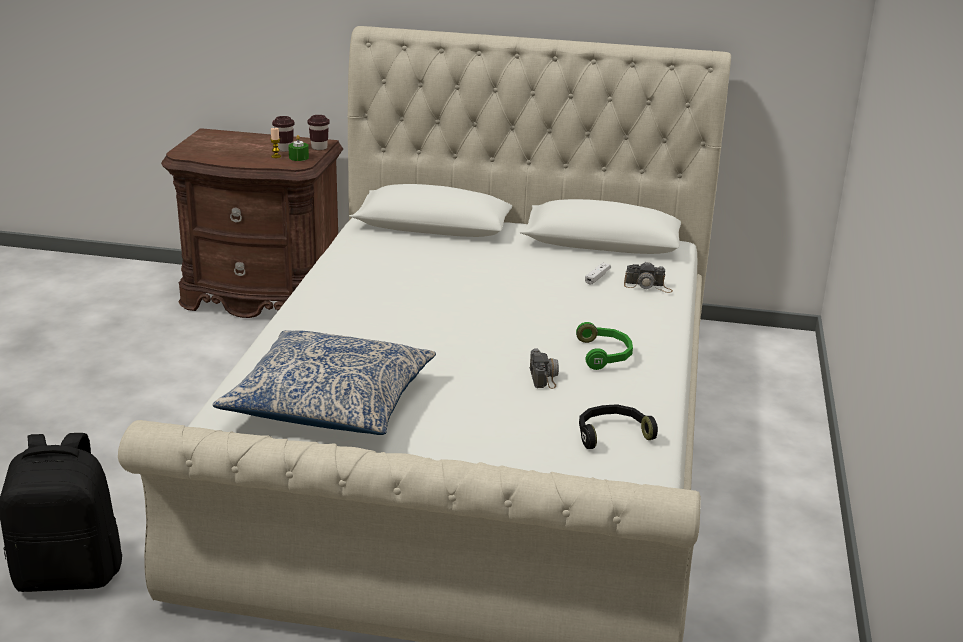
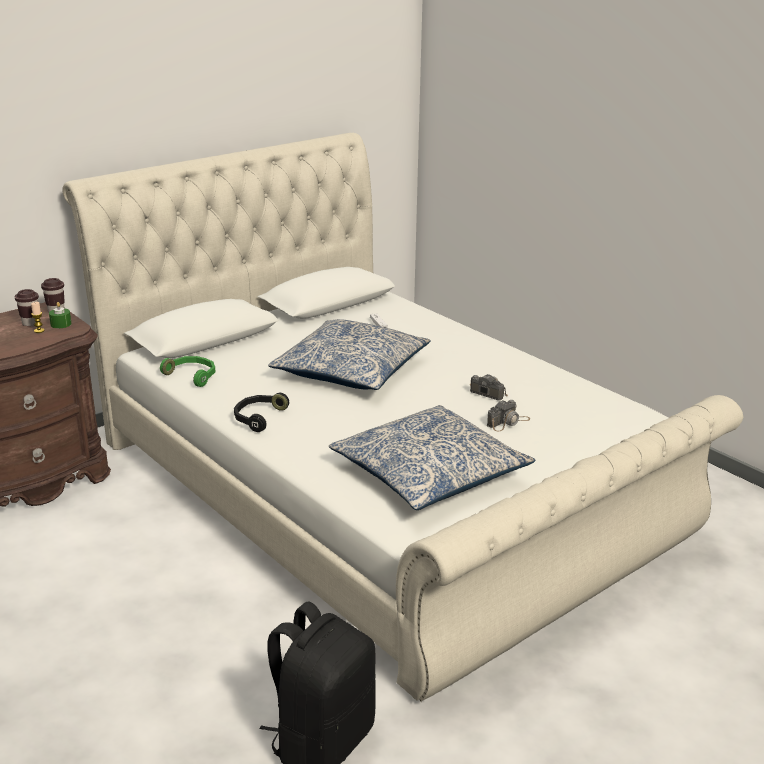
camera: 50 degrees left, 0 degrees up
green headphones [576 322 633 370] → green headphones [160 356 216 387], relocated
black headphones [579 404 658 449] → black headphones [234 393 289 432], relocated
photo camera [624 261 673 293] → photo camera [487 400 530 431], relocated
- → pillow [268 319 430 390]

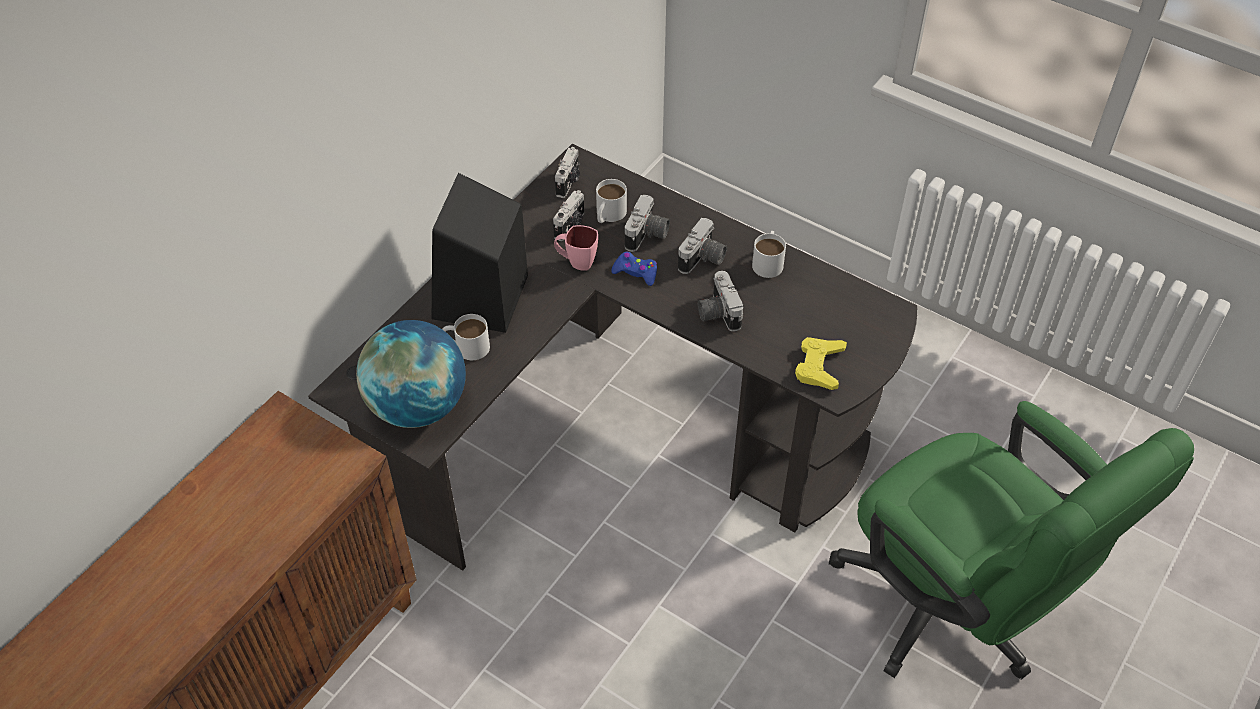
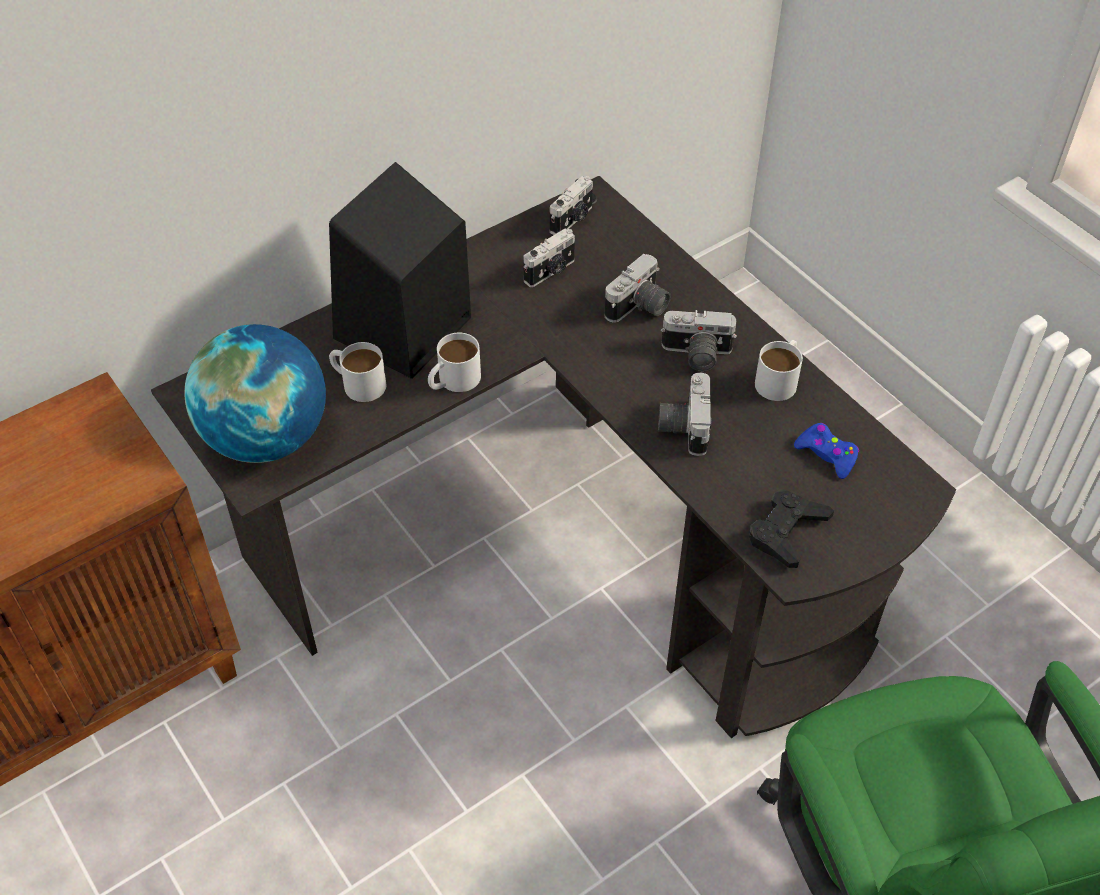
camera: 20 degrees right, 0 degrees up
pink mug [554 225 598 271] → -
white mug [596 179 627 223] → white mug [428 333 481 392], relocated
blue game controller [611 251 657 286] → blue game controller [794 423 859 479], relocated
photo camera [678 218 727 274] → photo camera [661 310 737 371], 45 degrees clockwise
yellow game controller [795 337 847 390] → black game controller [749 489 834 568]

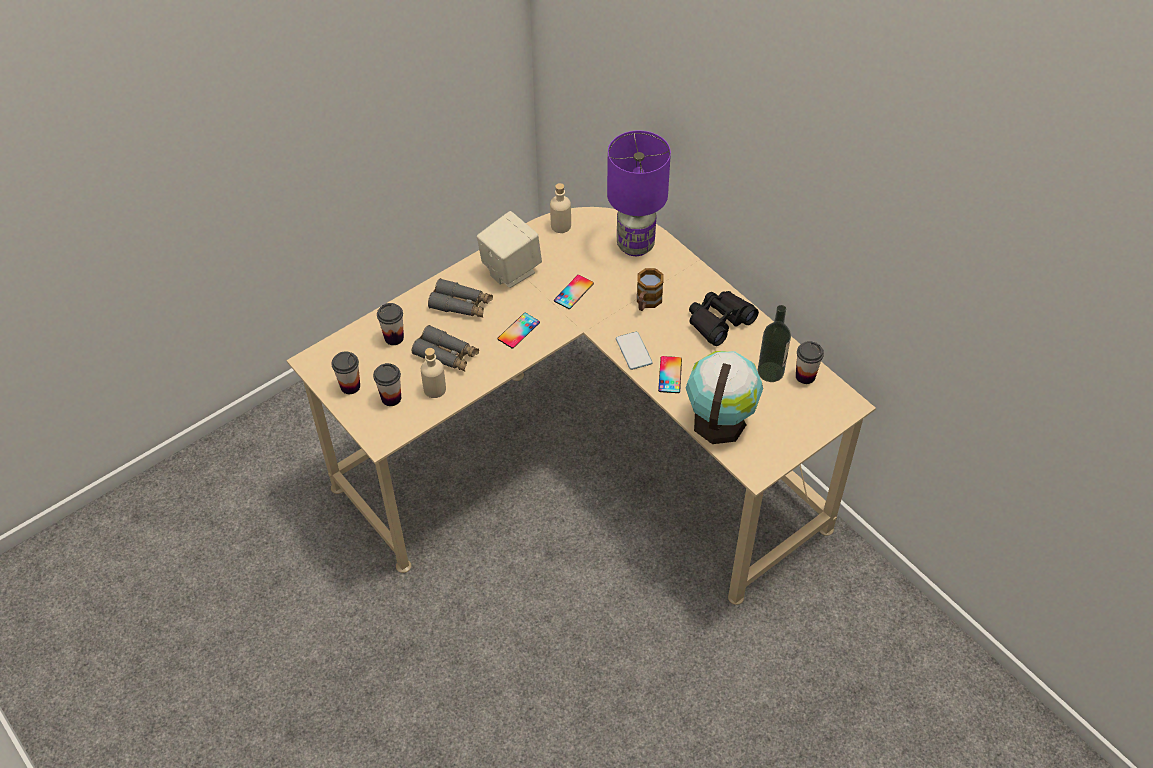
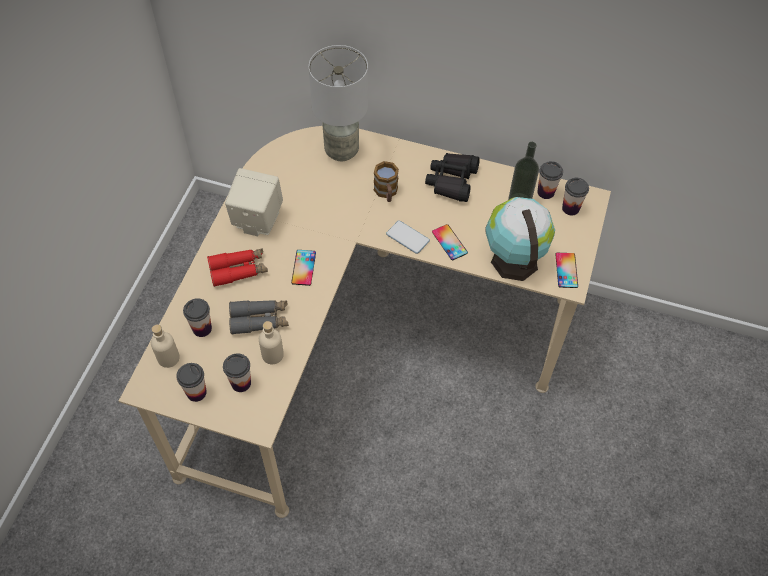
camera: 35 degrees left, 5 degrees up
grey binoculars [428 278 493 318] → red binoculars [207 248 268 287]
beige bottle [550 183 571 233] → beige bottle [151 324 180 368], relocated
phone [554 275 594 309] → phone [555 253 578 288], relocated
purple table lamp [607 130 671 256] → grey table lamp [309 45 368 161]
- → cup [562 178 589 215]

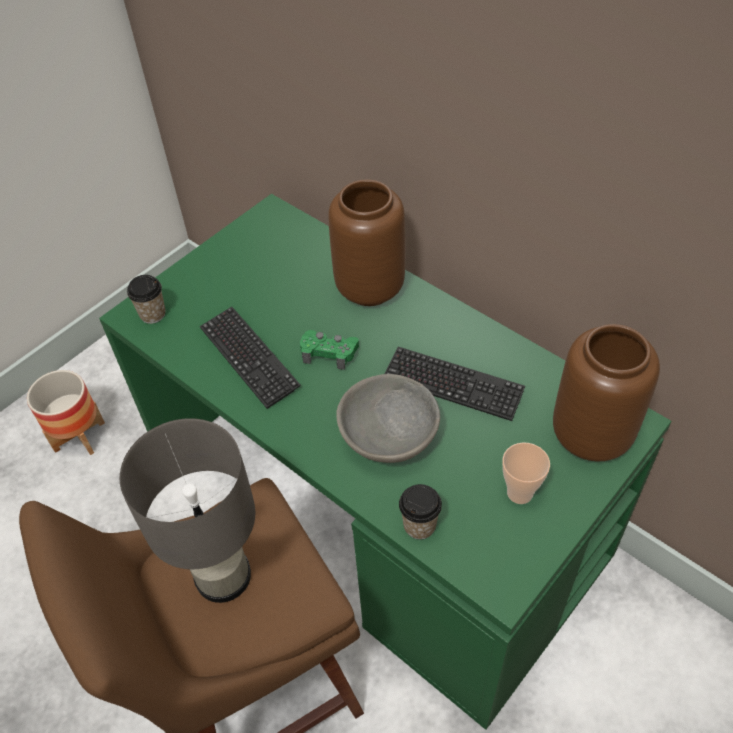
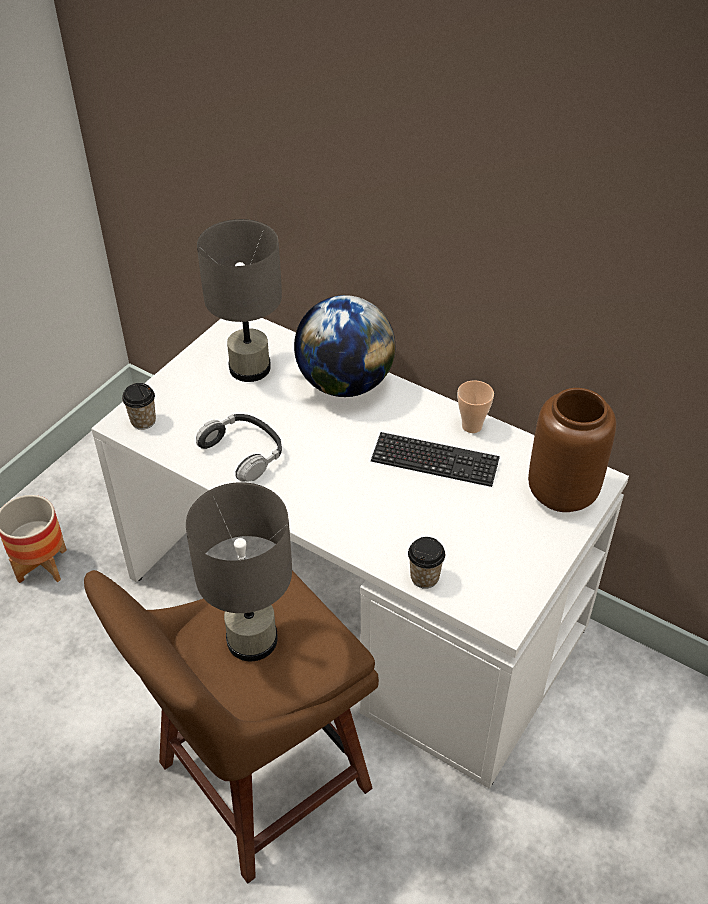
camera: 10 degrees left, 5 degrees down
green desk [99 194 671 730] → white desk [91 318 629 788]
keyboard [200 307 301 409] → headphones [196 414 282 482]
green game controller [300 330 359 370] → -
brown vase [329 180 405 306] → globe [294 295 395 397]
grey bowl [336 374 440 463] → -
cup [502 442 550 504] → cup [457 380 494 433], relocated
- → grey table lamp [197 219 282 382]

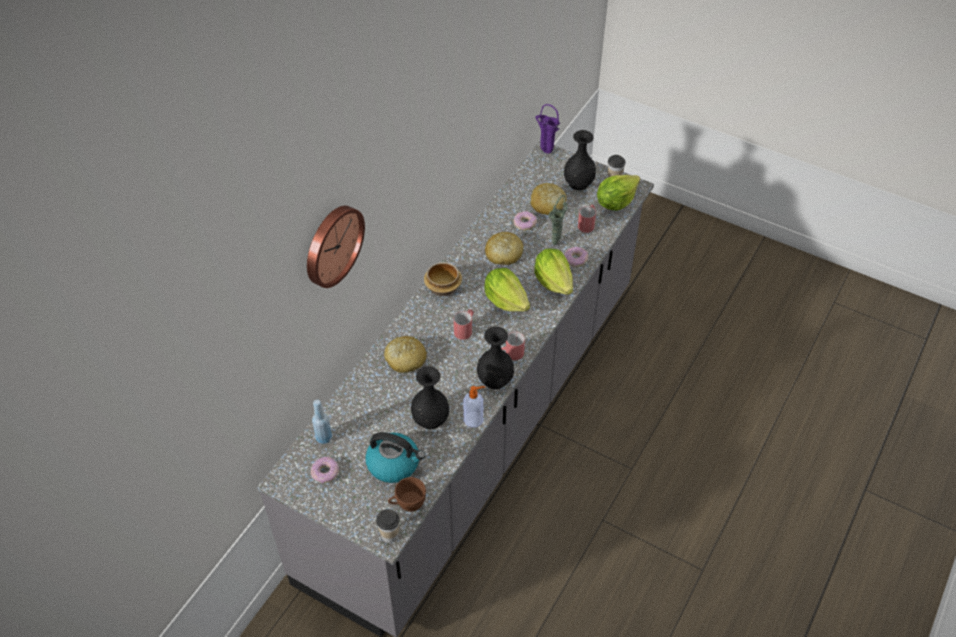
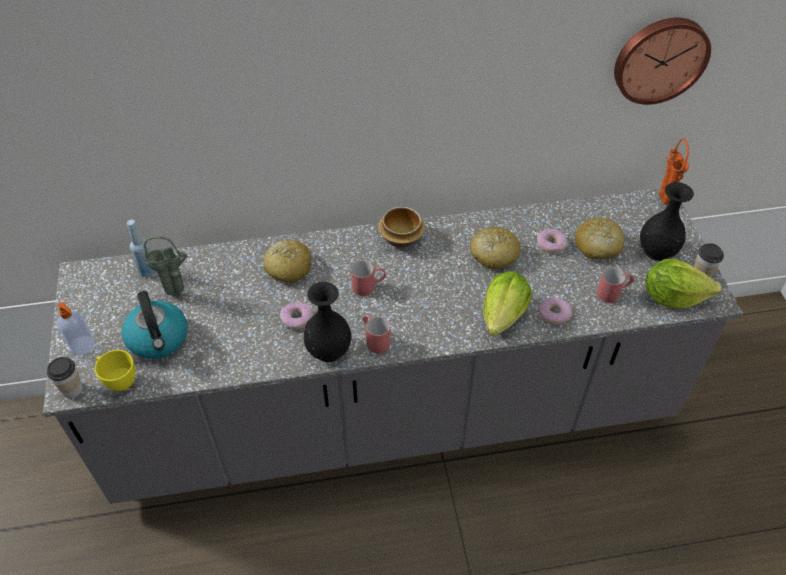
camera: 50 degrees right, 0 degrees up
wall clock [307 206 365 288] → wall clock [614 18 711 105], relocated
donut [311 457 339 483] → donut [280 301 313 330], relocated
brown cup [388 477 426 512] → yellow cup [95 350 136 391]
black vase [411 366 449 429] → -
soap dispenser [464 386 485 428] → soap dispenser [57 302 94 355], relocated
lettuce [484 268 530 312] → -
purple vase [535 104 560 154] → orange vase [659 138 689 204]
green vase [549 195 567 245] → green vase [143 236 187 296], relocated

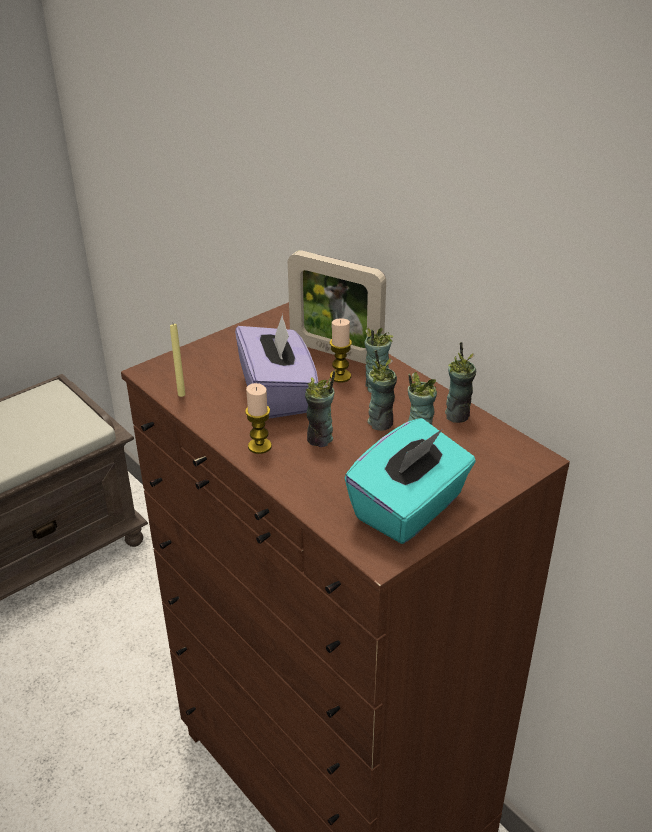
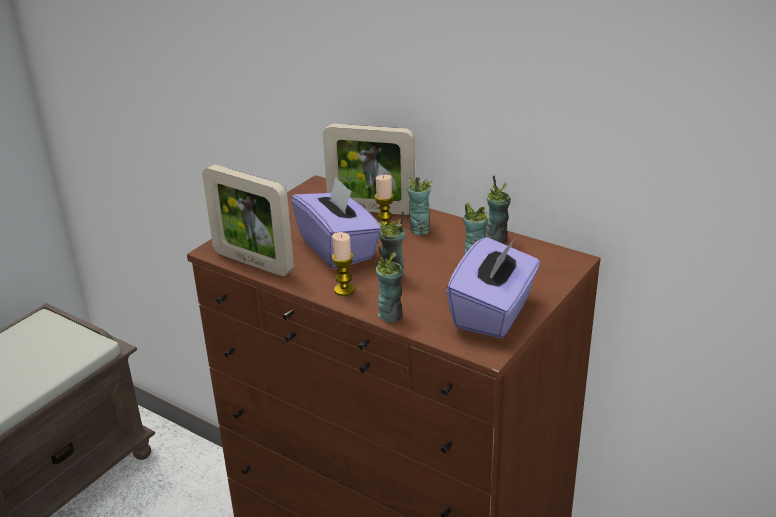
camera: 15 degrees left, 5 degrees down
yellow candle [170 324 185 397] → picture frame [202 164 294 276]
turquoise tissue box [345 418 476 544] → purple tissue box [446 237 540 339]
cup [367 350 397 431] → cup [376 246 403 323], relocated

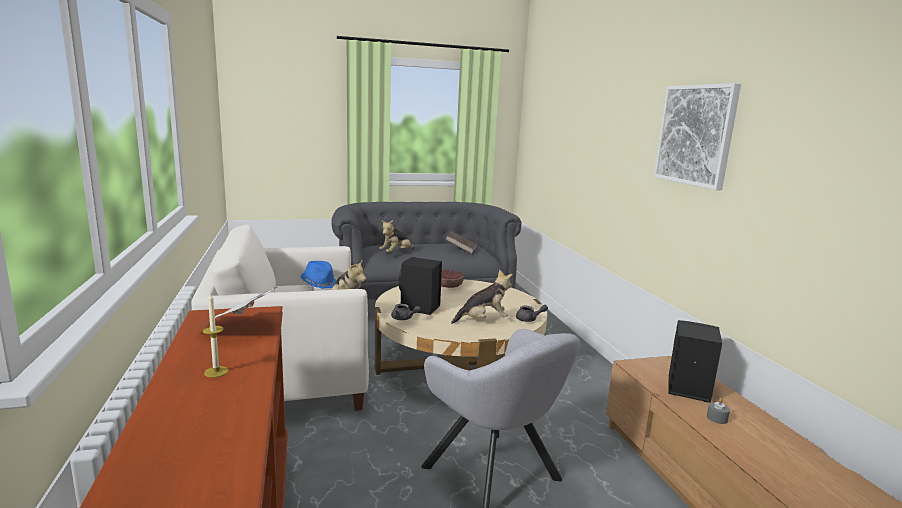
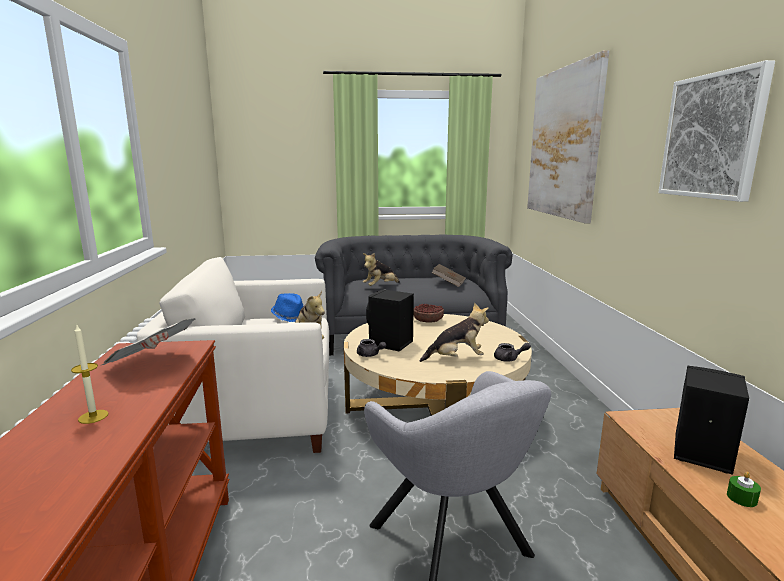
camera: 10 degrees right, 0 degrees up
grey candle [707 398 730 424] → green candle [727 472 761 507]
- → picture [527 50 609 223]

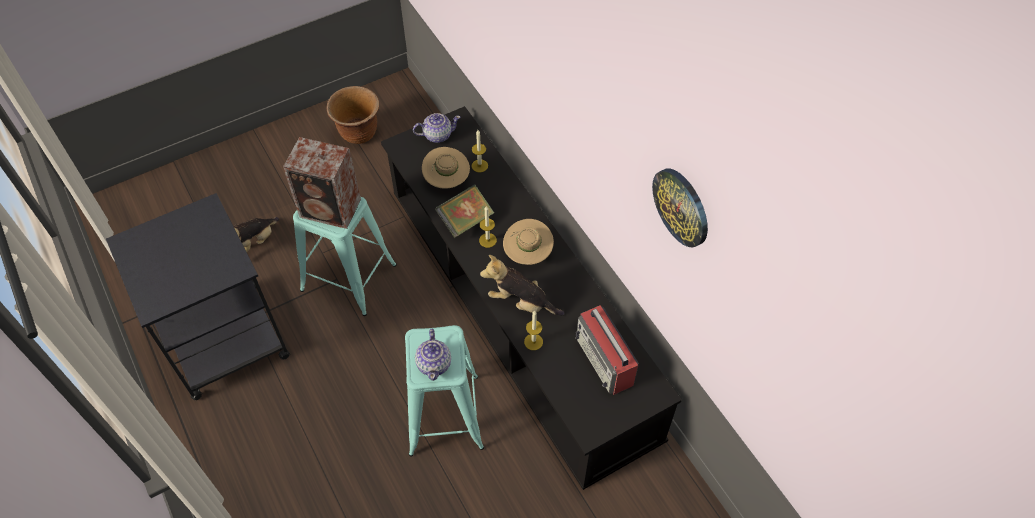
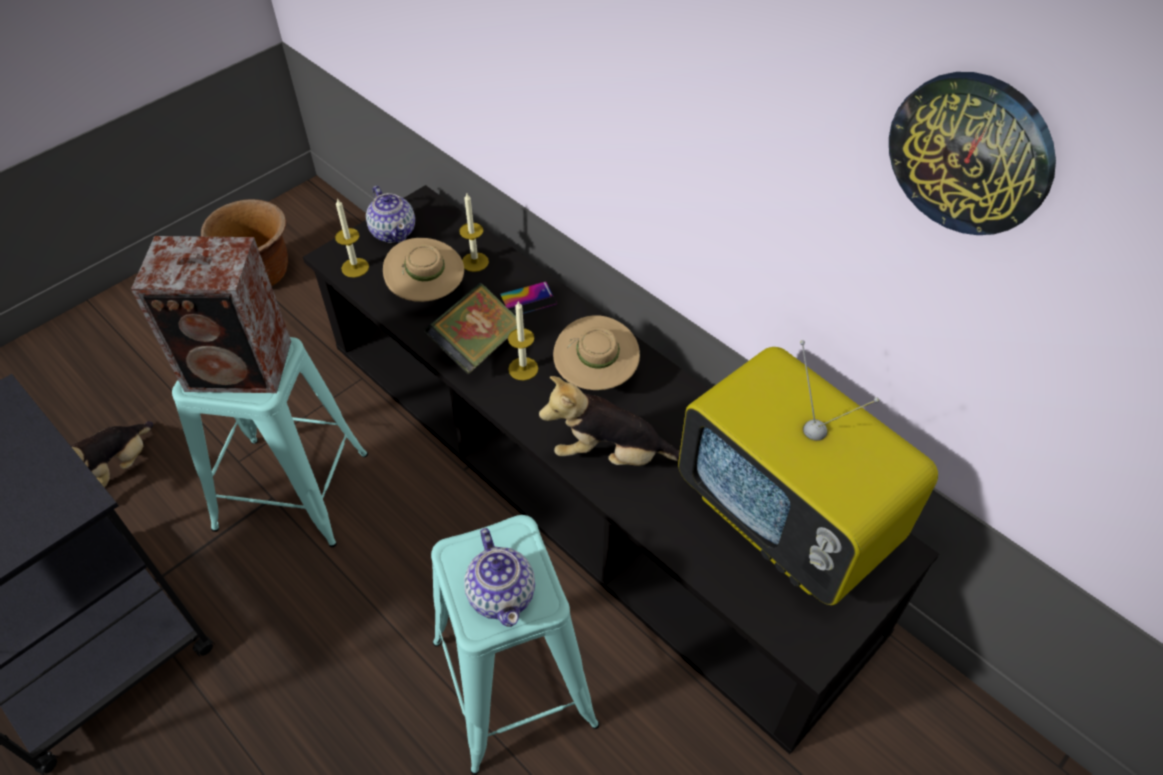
camera: 15 degrees left, 5 degrees down
teapot [413 113 460 143] → teapot [366 186 415 243], 90 degrees clockwise
candle [524 310 543 350] → candle [335 198 369 277], relocated
radio [575 305 639 395] → television [678 340 938 605]
- → phone [500 281 557 316]

